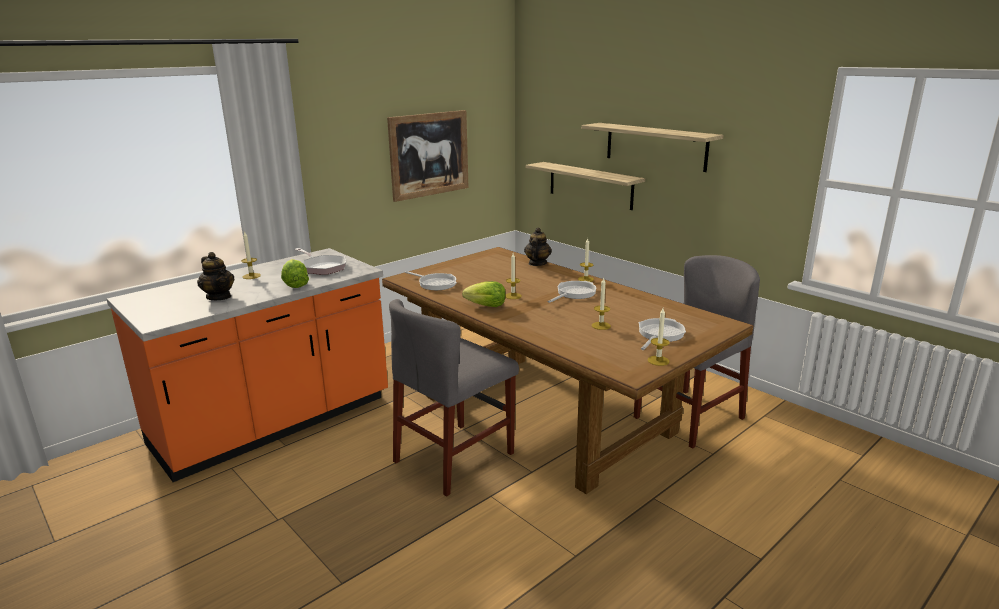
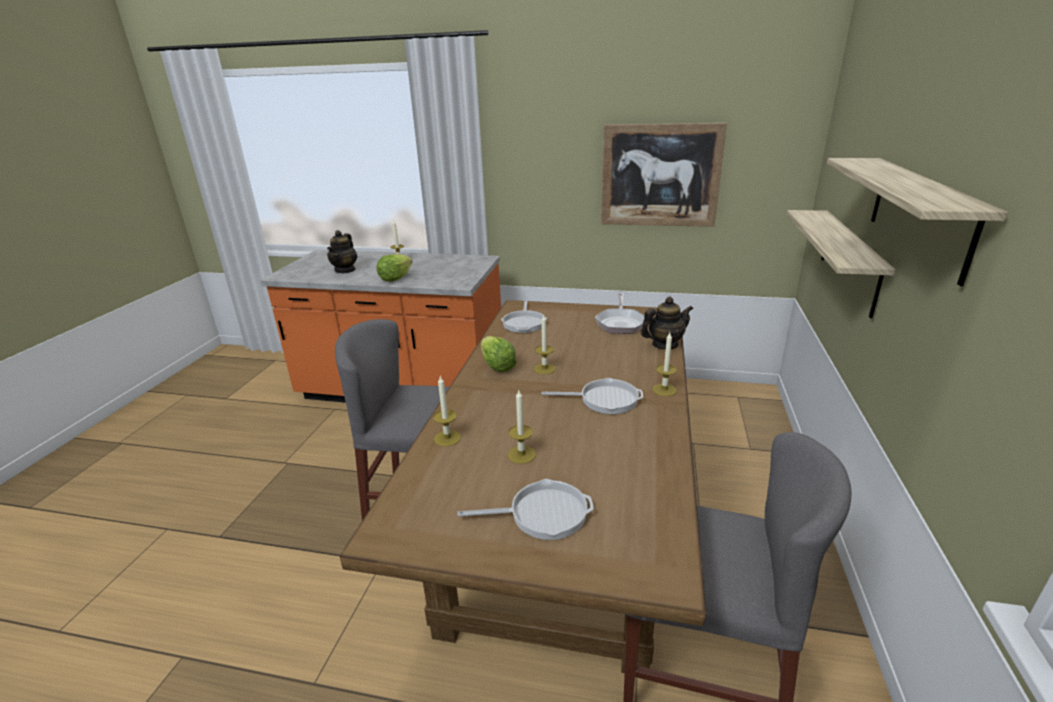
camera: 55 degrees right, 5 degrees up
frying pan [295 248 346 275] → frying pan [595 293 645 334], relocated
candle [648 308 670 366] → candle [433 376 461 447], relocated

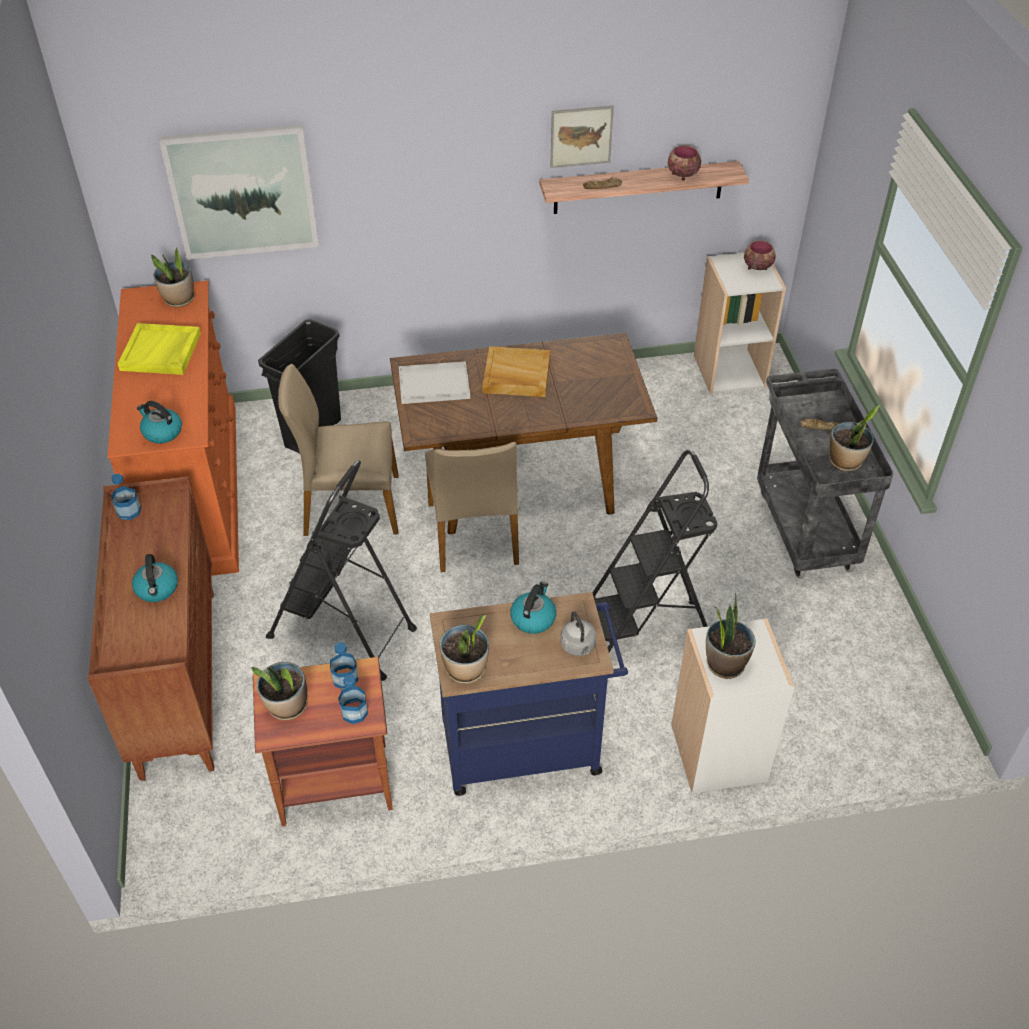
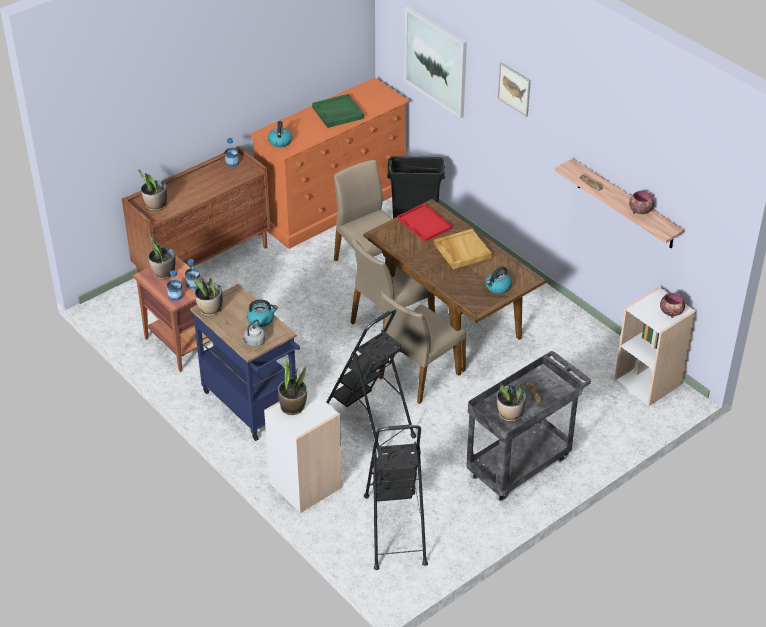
camera: 60 degrees right, 5 degrees down
yellow tray [118 323 201 375] → green tray [312 94 364 128]
kettle [132 554 178 602] → kettle [485 266 512 294], relocated
potted plant [151 247 195 307] → potted plant [138 169 167 211], relocated
step ladder [266 460 417 681] → step ladder [364 425 428 570], relocated
white tray [399 361 470 404] → red tray [397 203 452 241]
picture [550 106 614 168] → picture [498 62 531 117], relocated
- → beige chair [379 291 466 404]

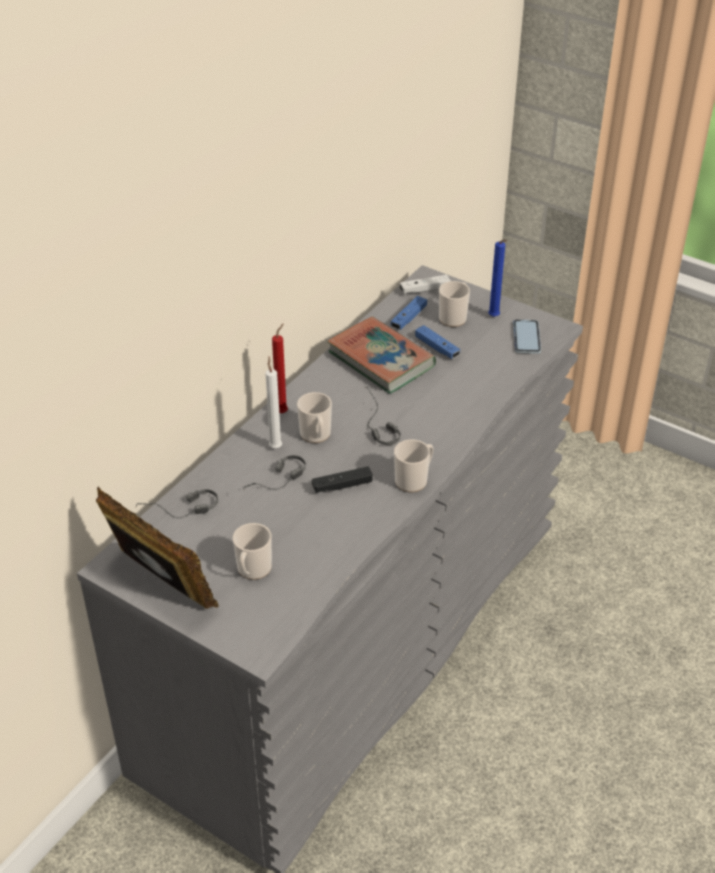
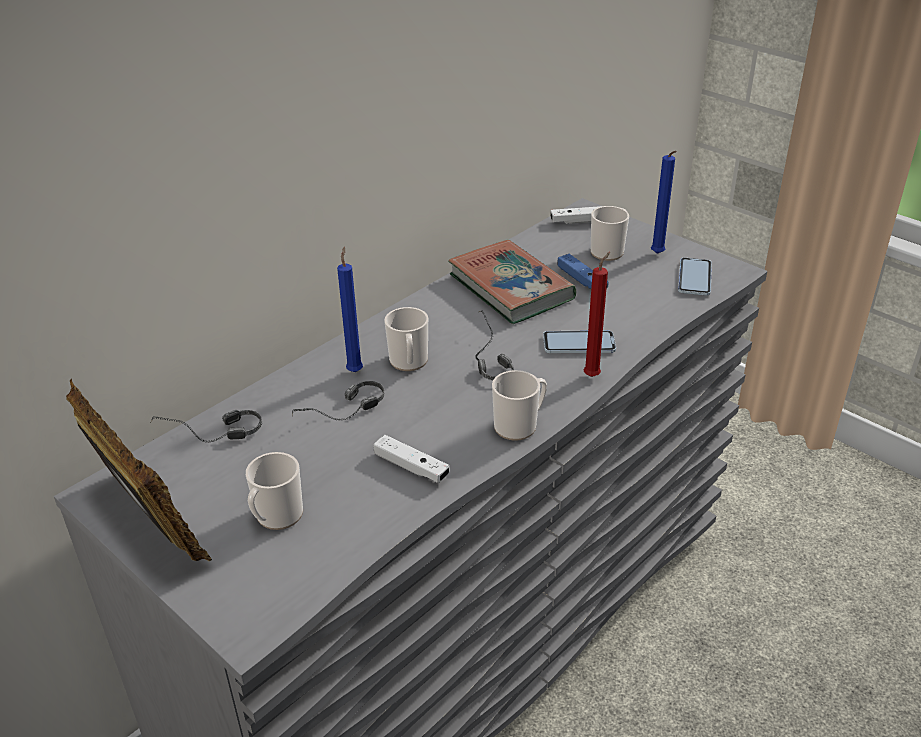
camera: 10 degrees right, 5 degrees down
white candle [265 357 282 448] → blue candle [337 247 363 372]
red candle [272 323 288 413] → red candle [584 252 610 377], relocated
black game controller [312 466 373 493] → -
blue game controller [391 296 427 330] → -
- → white game controller [373 435 450 483]
- → phone [543 330 616 353]

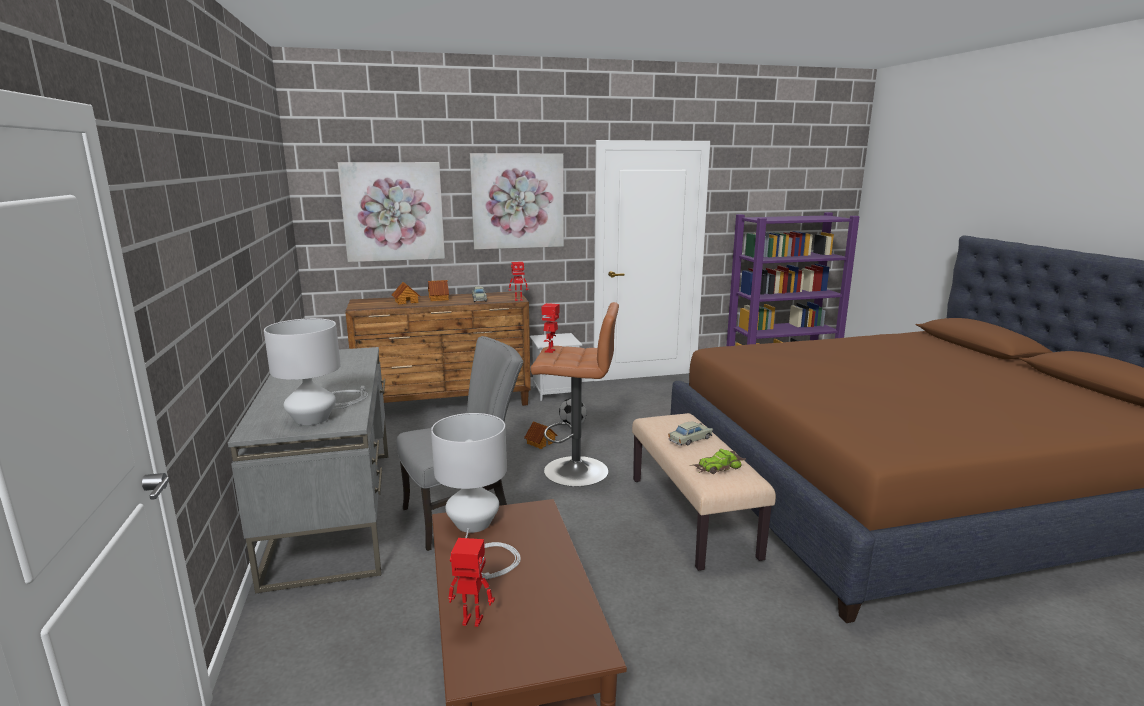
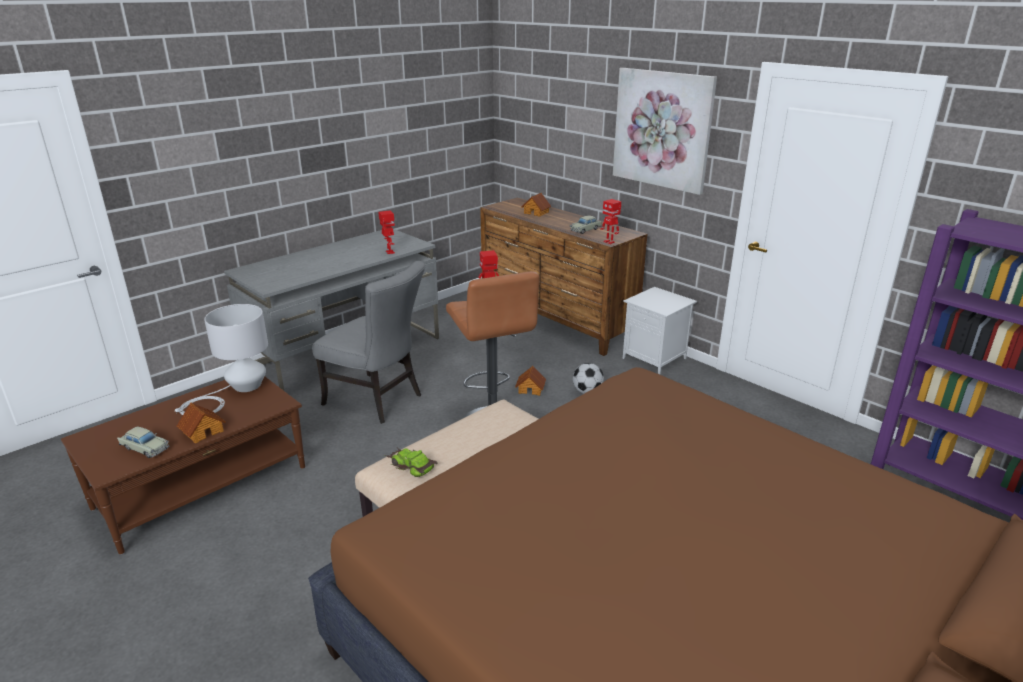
camera: 60 degrees right, 10 degrees up
white table lamp [264 318 368 425] → -
picture [338 162 445 262] → -
toy house [428 280 449 301] → toy house [177 403 226 443], relocated
toy robot [448 538 495 627] → toy robot [379 210 395 254], relocated
beige toy car [668 422 713 446] → beige toy car [117 427 169 458], relocated

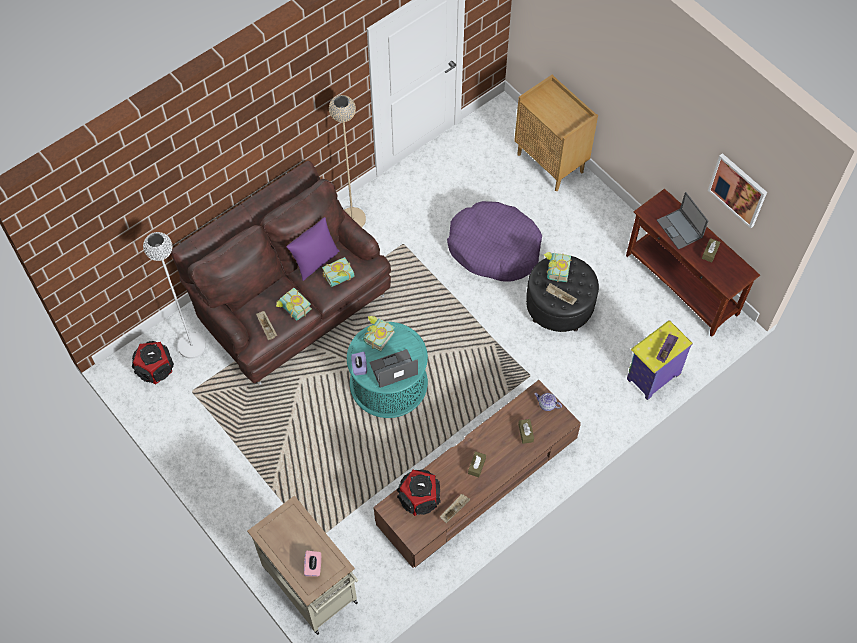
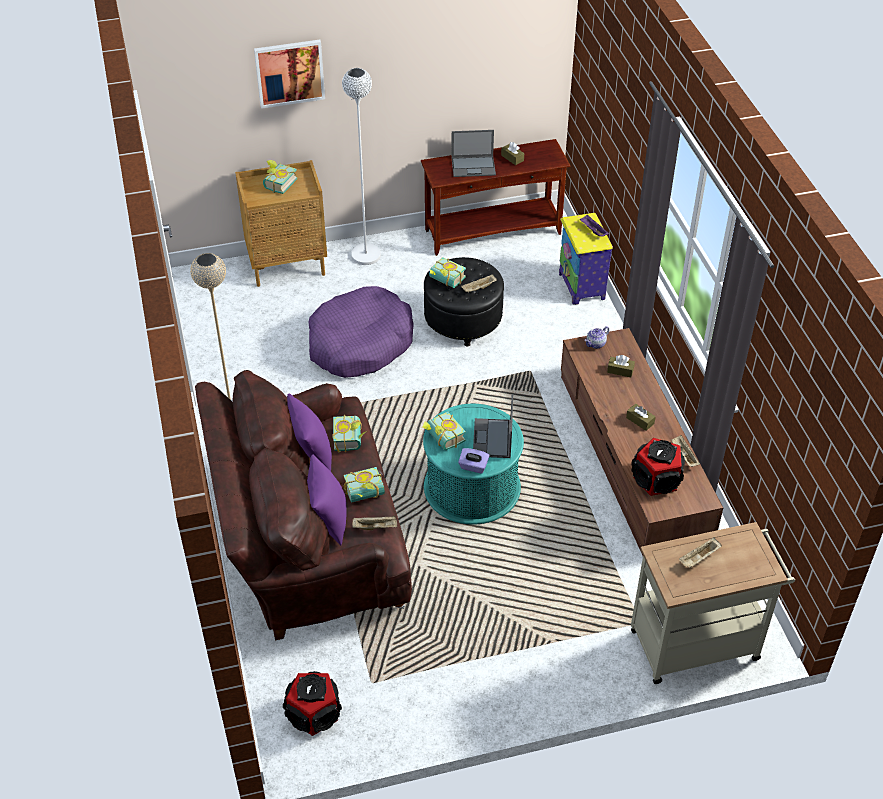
camera: 65 degrees left, 15 degrees down
white floor lamp [143 232 206 359] → white floor lamp [342 68 381 265], relocated
pink tissue box [304 551 321 577] → -
picture [708 153 767 229] → picture [254 40 325 109], relocated
- → book [263 160 298 194]
- → purple pillow [307 455 347 545]
- → beige tray [679 537 722 568]

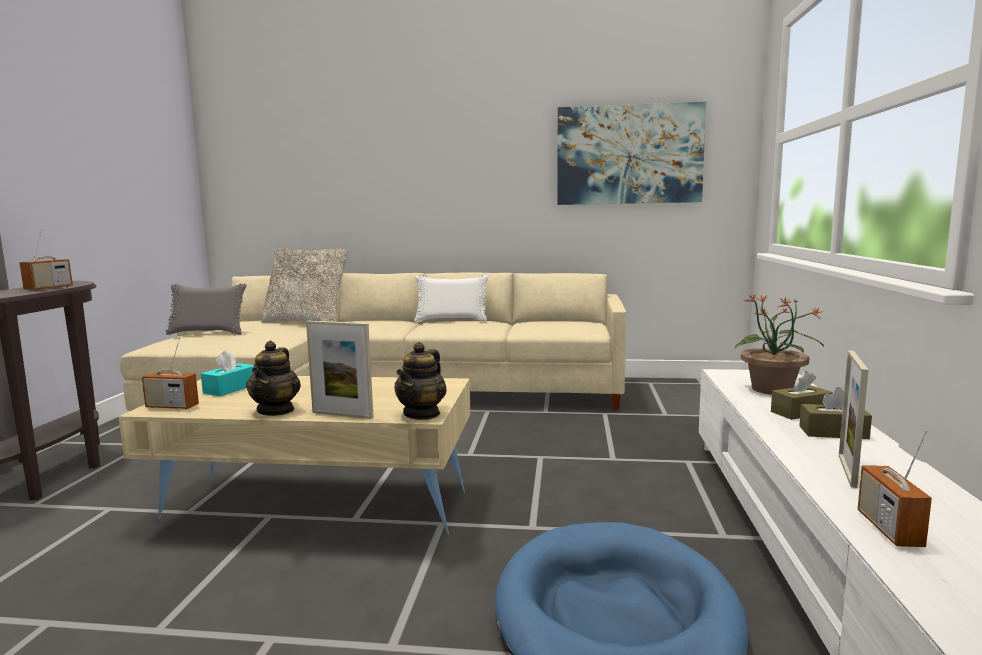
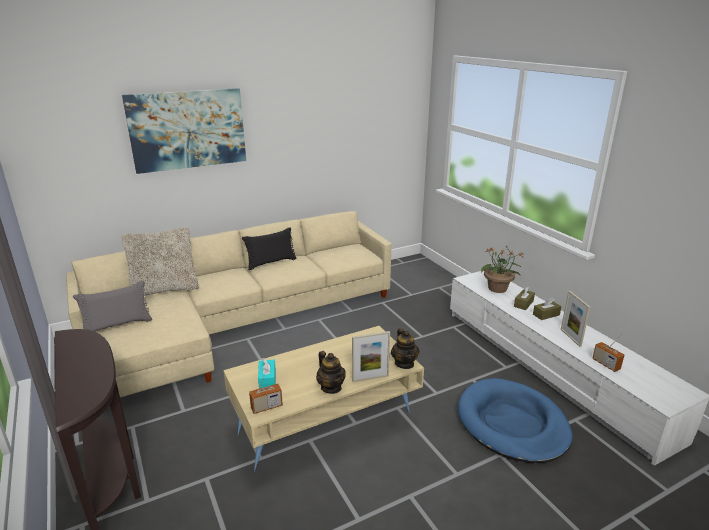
camera: 35 degrees left, 15 degrees up
radio [19 229 73 291] → -
white pillow [414 275 488 322] → black pillow [242 227 296 270]
picture [557 102 706 205] → picture [122 88 246 174], relocated

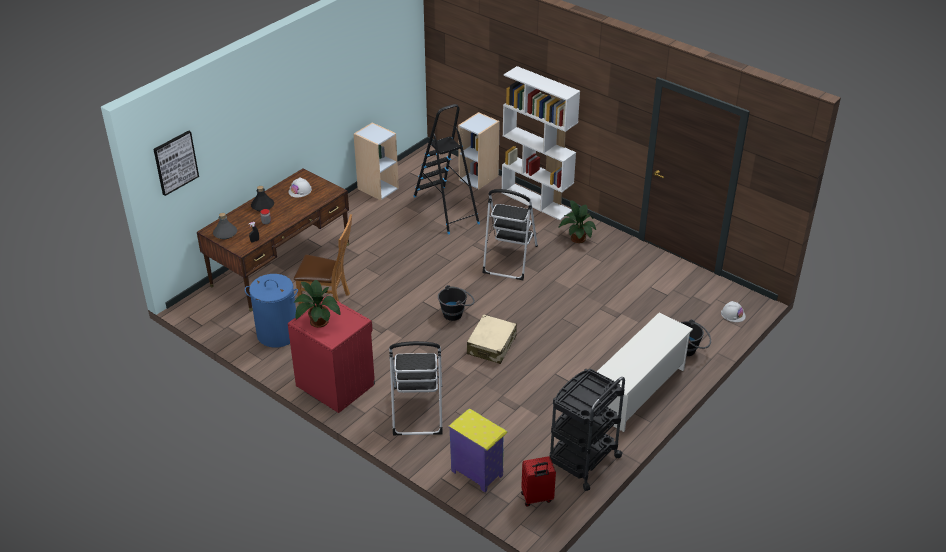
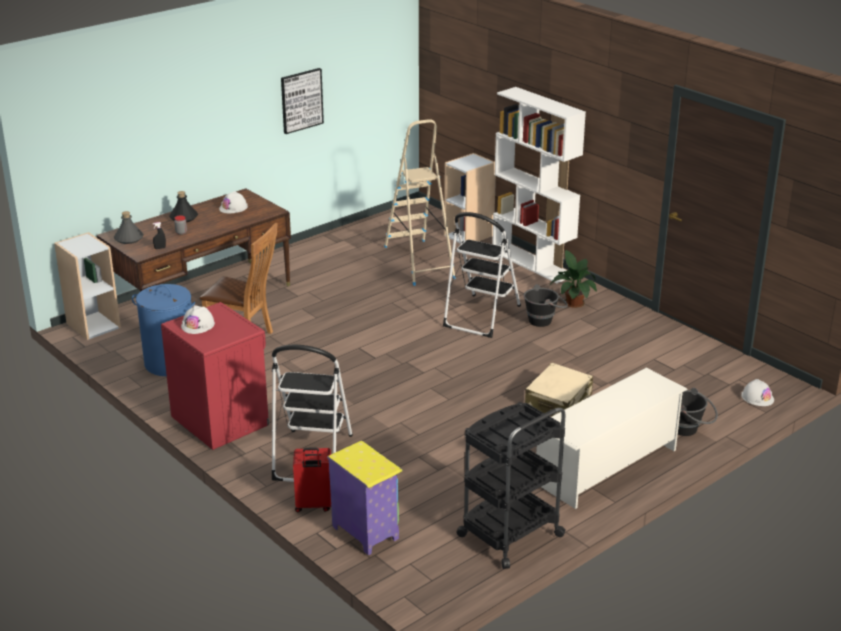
camera: 10 degrees right, 10 degrees down
picture [153 130 199 196] → picture [281 68 324 134], relocated
potted plant [294 280 341 328] → white hard hat [181 305 215 334]
bookcase [354 122 399 200] → bookcase [54 232 121 340], relocated
black step ladder [414 104 480 234] → beige step ladder [384 119 456 286]
black bucket [438 285 475 321] → black bucket [524 284 568 327], relocated
beige suitcase [467 314 517 364] → beige suitcase [525 363 593 416], relocated
red suitcase [521 456 556 507] → red suitcase [293 447 331 512], relocated

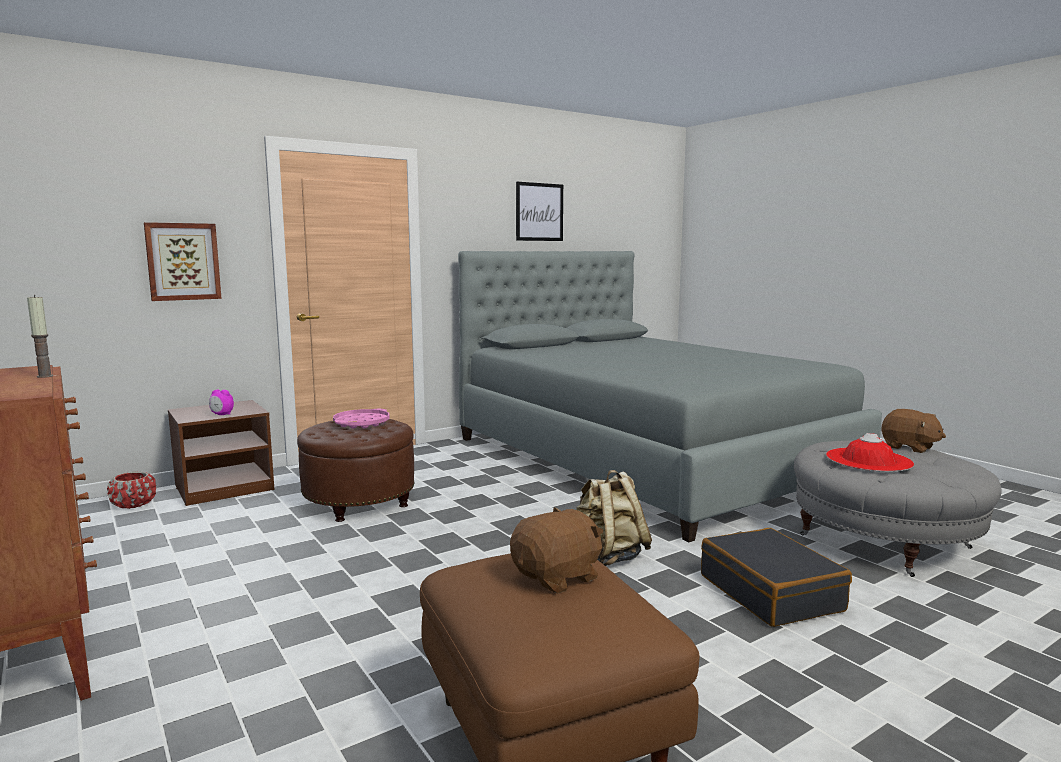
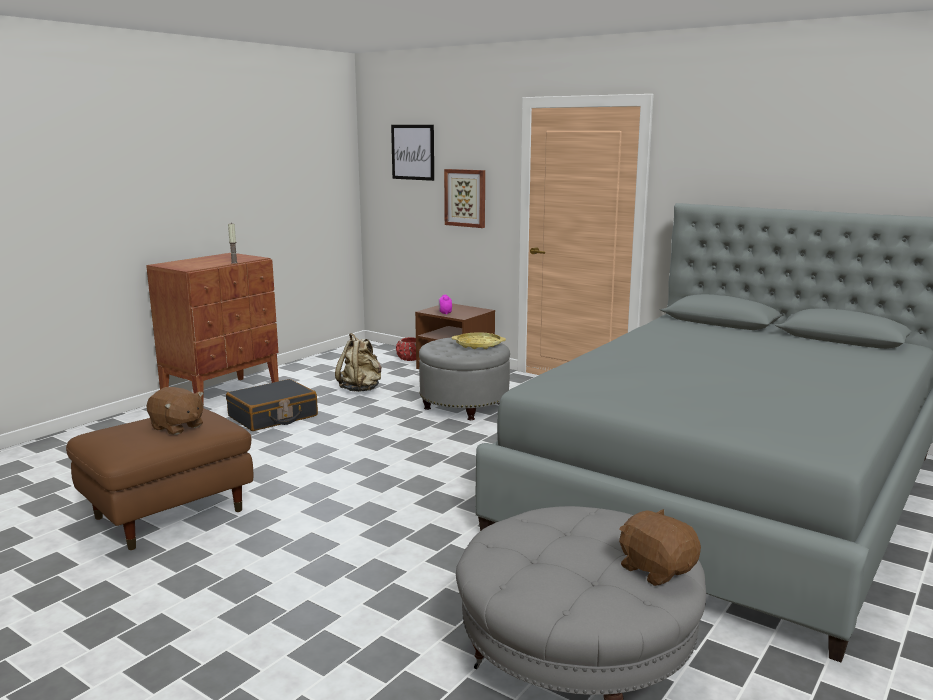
camera: 70 degrees right, 5 degrees up
brown ottoman [297 419 414 522] → grey ottoman [419 337 510 420]
pink tray [333 409 389 429] → yellow tray [452 332 506 349]
picture [516 182 563 241] → picture [391 125 434 181], relocated
beige backpack [577 470 652 566] → beige backpack [335 333 382 392], relocated
black suitcase [701 528 852 627] → black suitcase [226 379 318 431], relocated
red hat [826 433 914 472] → -
brown plush toy [881 409 946 453] → brown plush toy [619 509 701 586], 120 degrees clockwise

